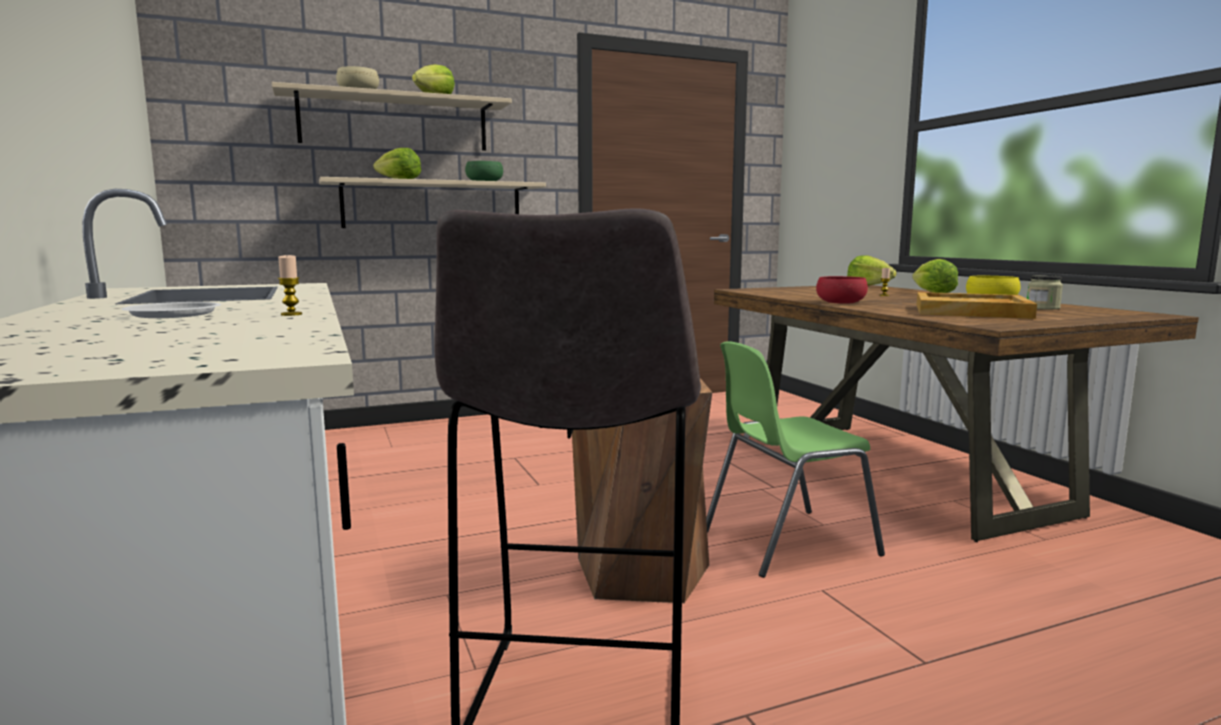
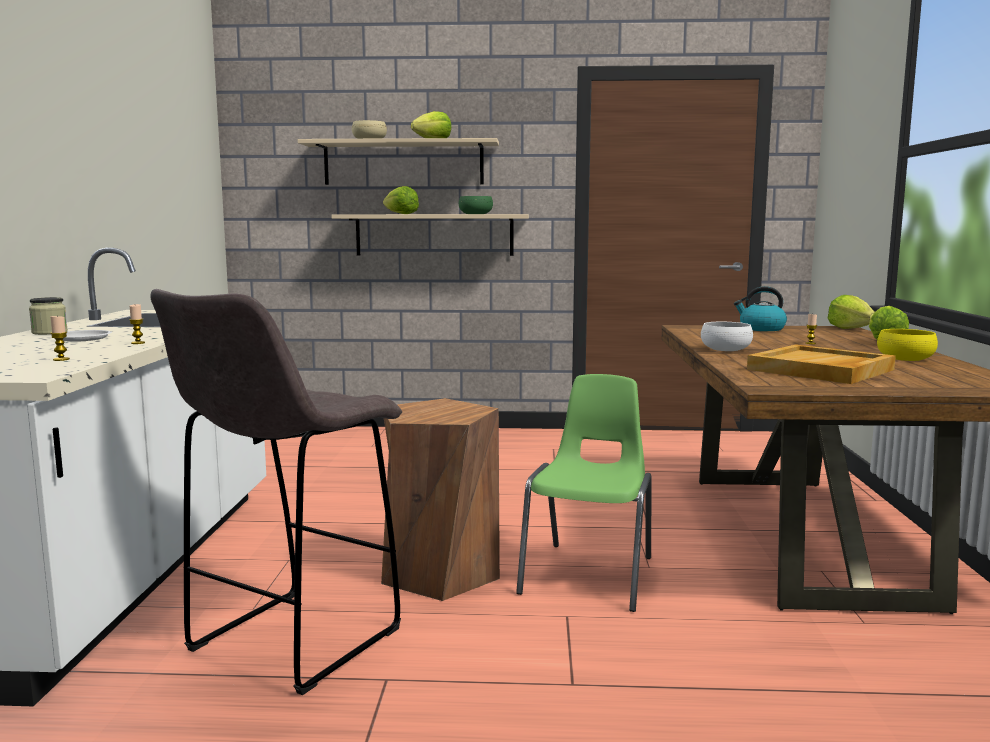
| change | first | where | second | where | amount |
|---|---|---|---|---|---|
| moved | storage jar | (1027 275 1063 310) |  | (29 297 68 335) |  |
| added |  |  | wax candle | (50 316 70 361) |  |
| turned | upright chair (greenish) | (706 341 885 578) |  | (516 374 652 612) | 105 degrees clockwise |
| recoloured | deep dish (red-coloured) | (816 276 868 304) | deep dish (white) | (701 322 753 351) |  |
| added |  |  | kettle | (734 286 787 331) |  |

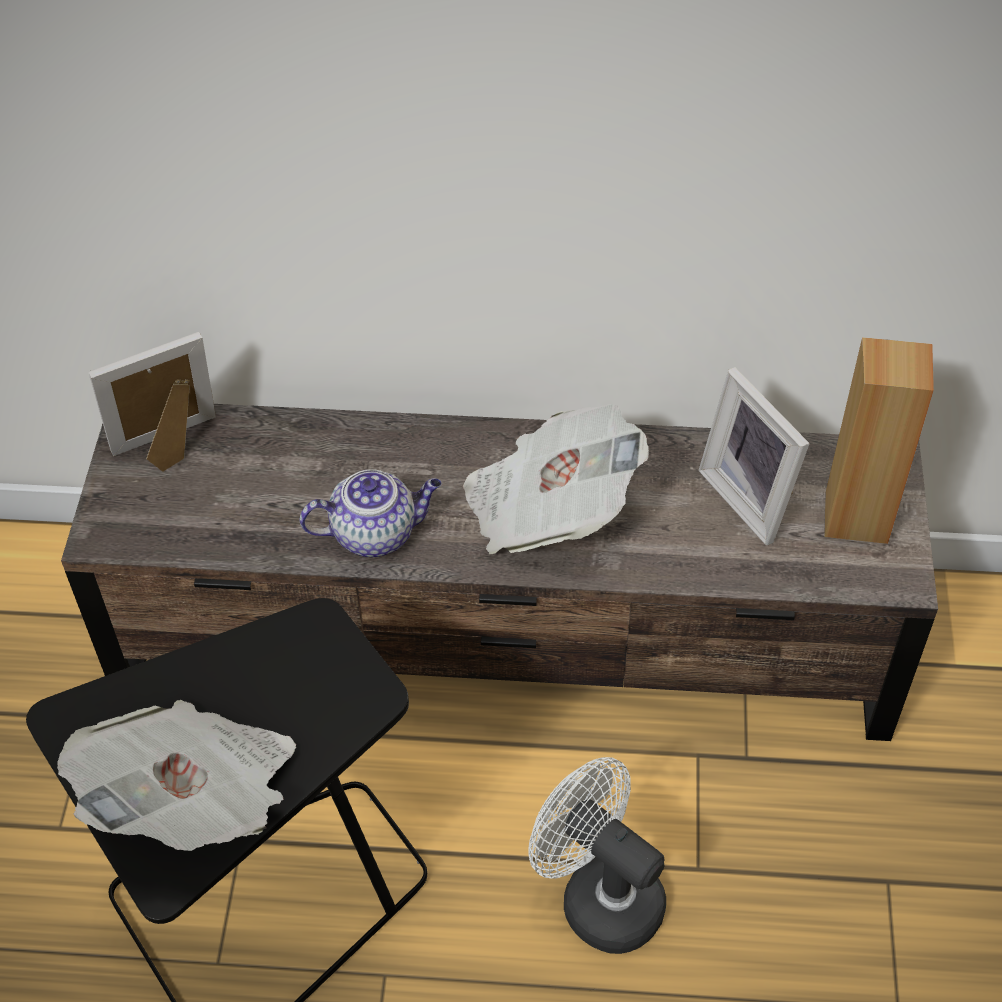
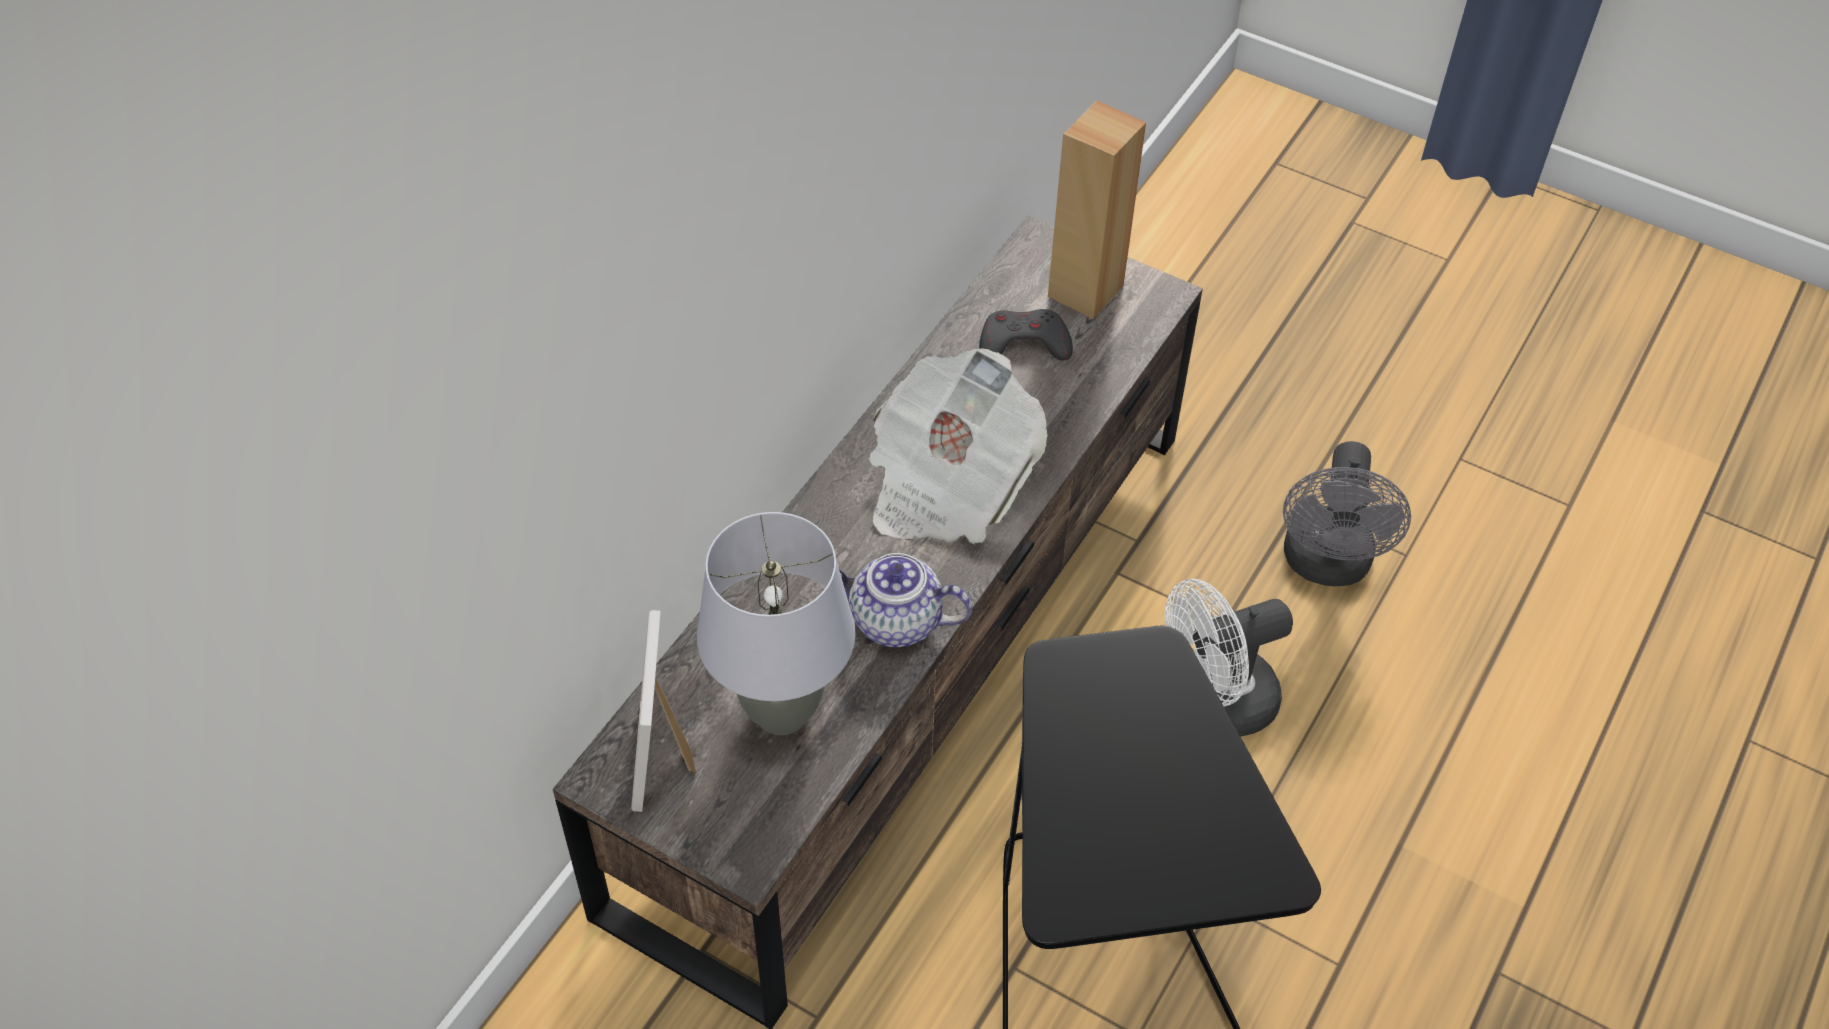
| change | first | where | second | where | amount |
|---|---|---|---|---|---|
| added |  |  | lamp for a table (grey) | (697 512 856 735) |  |
| turned | pot for tea | (300 469 441 557) |  | (839 553 972 647) | 90 degrees counterclockwise |
| replaced | standing frame | (698 367 809 546) | joypad (grey) | (979 309 1073 361) |  |
| added |  |  | electric fan (grey) | (1283 441 1411 586) |  |
| removed | newspaper | (57 700 296 851) |  |  |  |

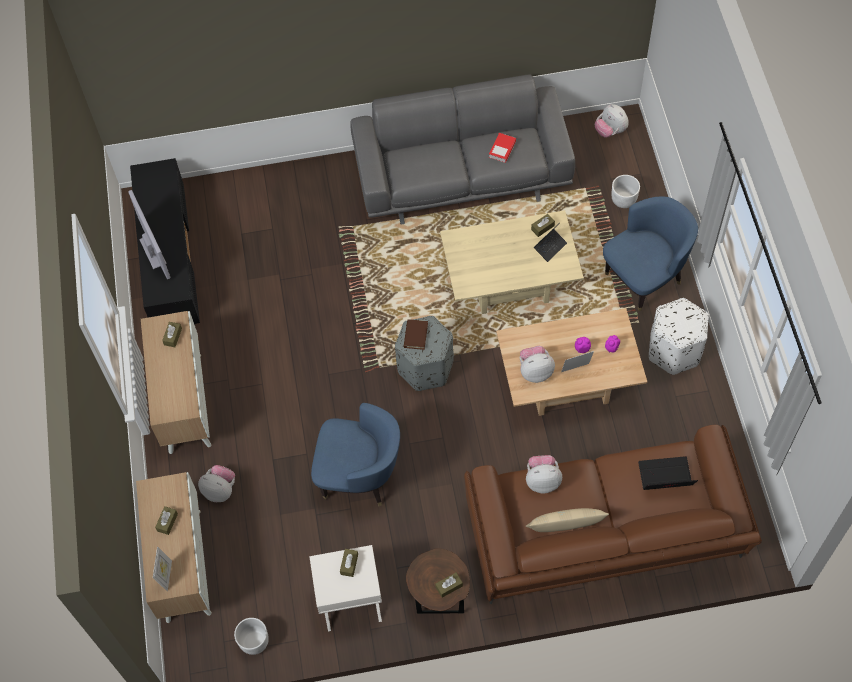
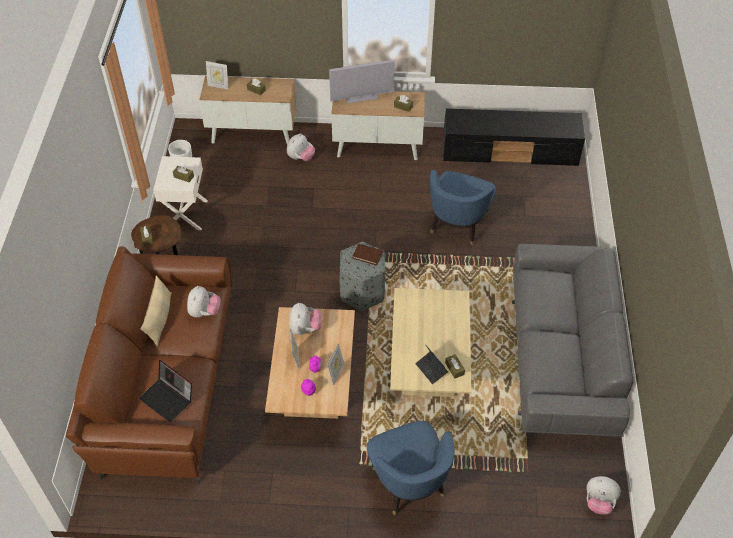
| change | first | where | second | where | amount |
|---|---|---|---|---|---|
| turned | notebook computer | (638 456 698 490) |  | (139 360 192 422) | 120 degrees clockwise |
| added |  |  | standing frame | (327 343 344 386) |  |
| moved | TV | (128 190 171 279) |  | (329 60 395 103) |  |
| moved | easy chair (bluish) | (311 403 400 506) |  | (430 170 496 246) |  |
| turned | cuddly toy | (595 104 629 138) |  | (586 476 621 515) | 135 degrees counterclockwise |
| removed | book | (489 133 516 163) |  |  |  |
| removed | planter (white) | (612 175 640 208) |  |  |  |
| removed | pouffe (white) | (649 298 709 375) |  |  |  |

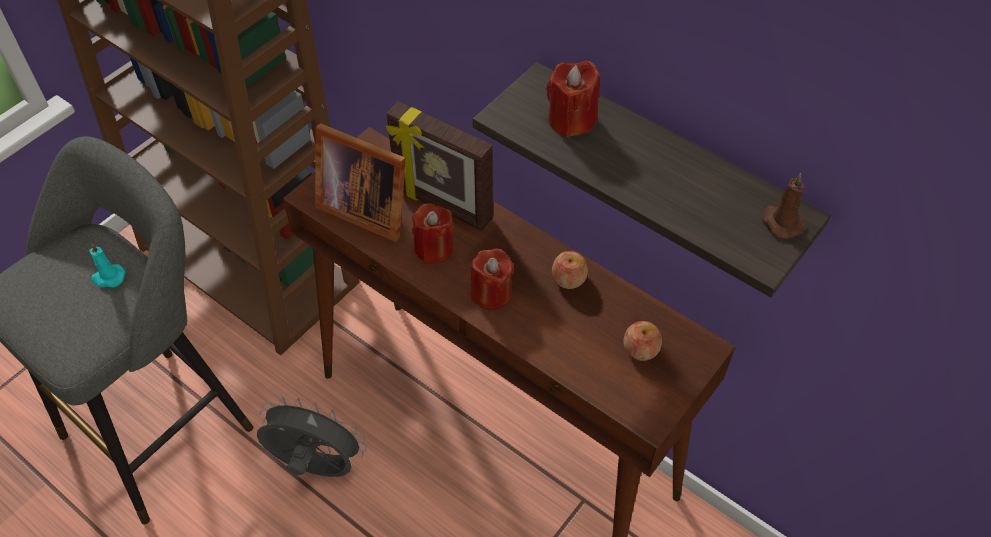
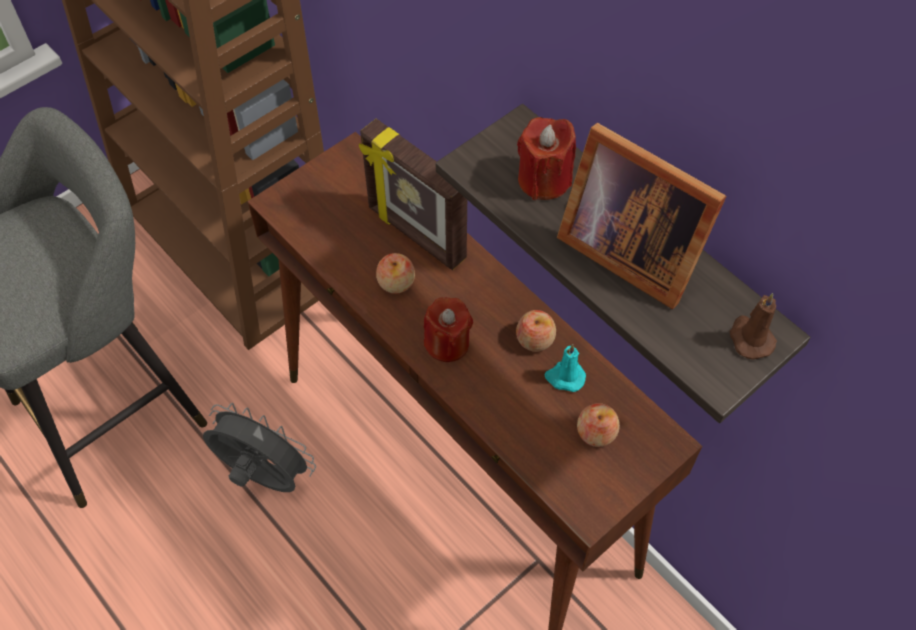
| change | first | where | second | where | amount |
|---|---|---|---|---|---|
| replaced | wax candle (red-coloured) | (412 203 453 264) | whole apple | (376 253 415 294) |  |
| moved | wax candle (turquoise) | (89 243 125 288) |  | (544 344 586 392) |  |
| moved | standing frame | (315 123 406 242) |  | (557 123 726 309) |  |

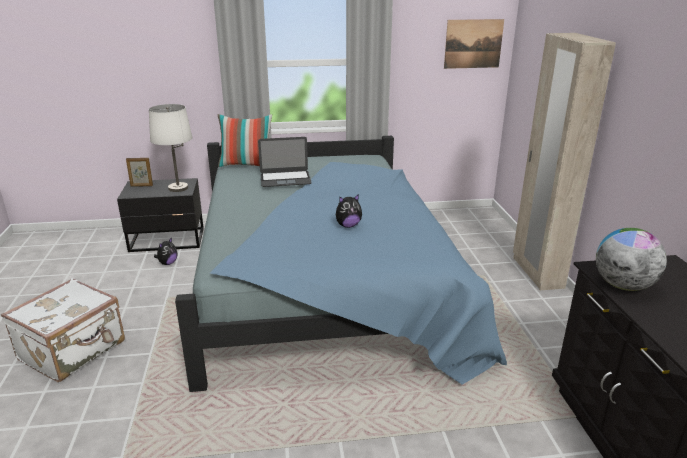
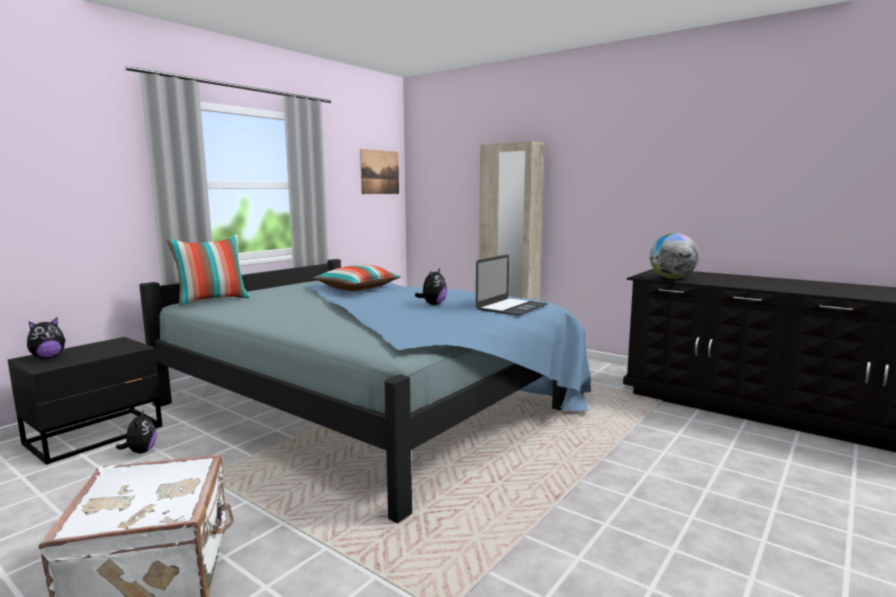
| change | first | where | second | where | amount |
|---|---|---|---|---|---|
| replaced | standing frame | (126 158 153 187) | cuddly toy | (27 318 66 358) |  |
| added |  |  | throw pillow | (313 265 401 291) |  |
| moved | notebook computer | (258 137 312 187) |  | (476 254 548 315) |  |
| removed | lamp for a table (white) | (149 104 193 192) |  |  |  |

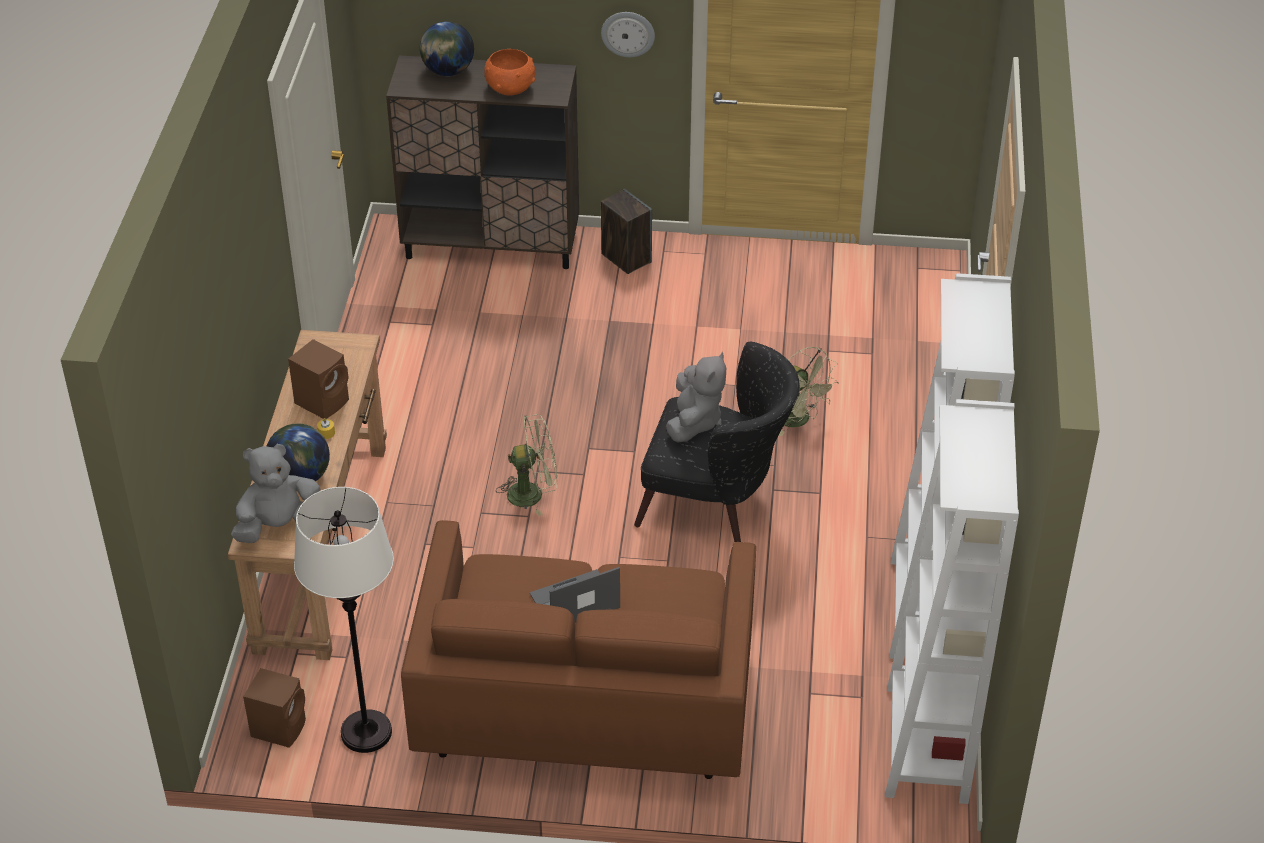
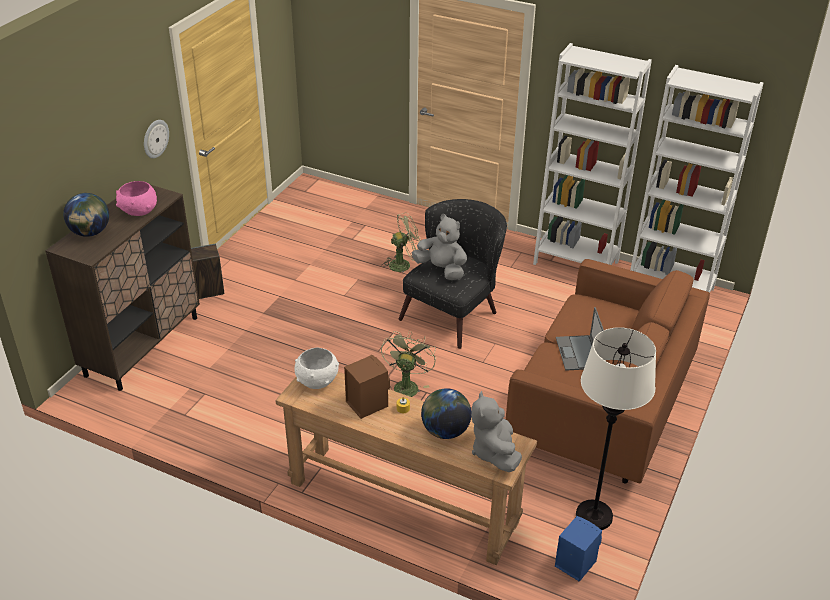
| change | first | where | second | where | amount |
|---|---|---|---|---|---|
| recoloured | deep dish (orange-coloured) | (484 49 535 95) | deep dish (pink-coloured) | (116 181 157 216) |  |
| added |  |  | deep dish (white) | (294 348 339 389) |  |
| recoloured | audio speaker (brown) | (243 668 306 748) | audio speaker (bluish) | (555 516 602 582) |  |

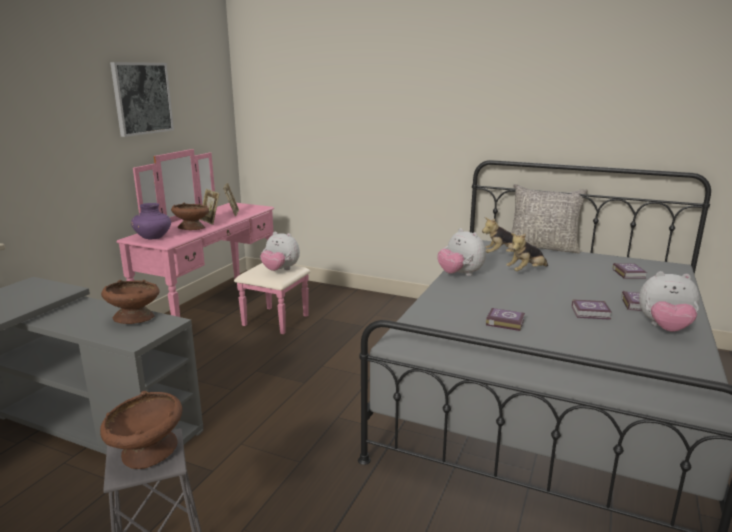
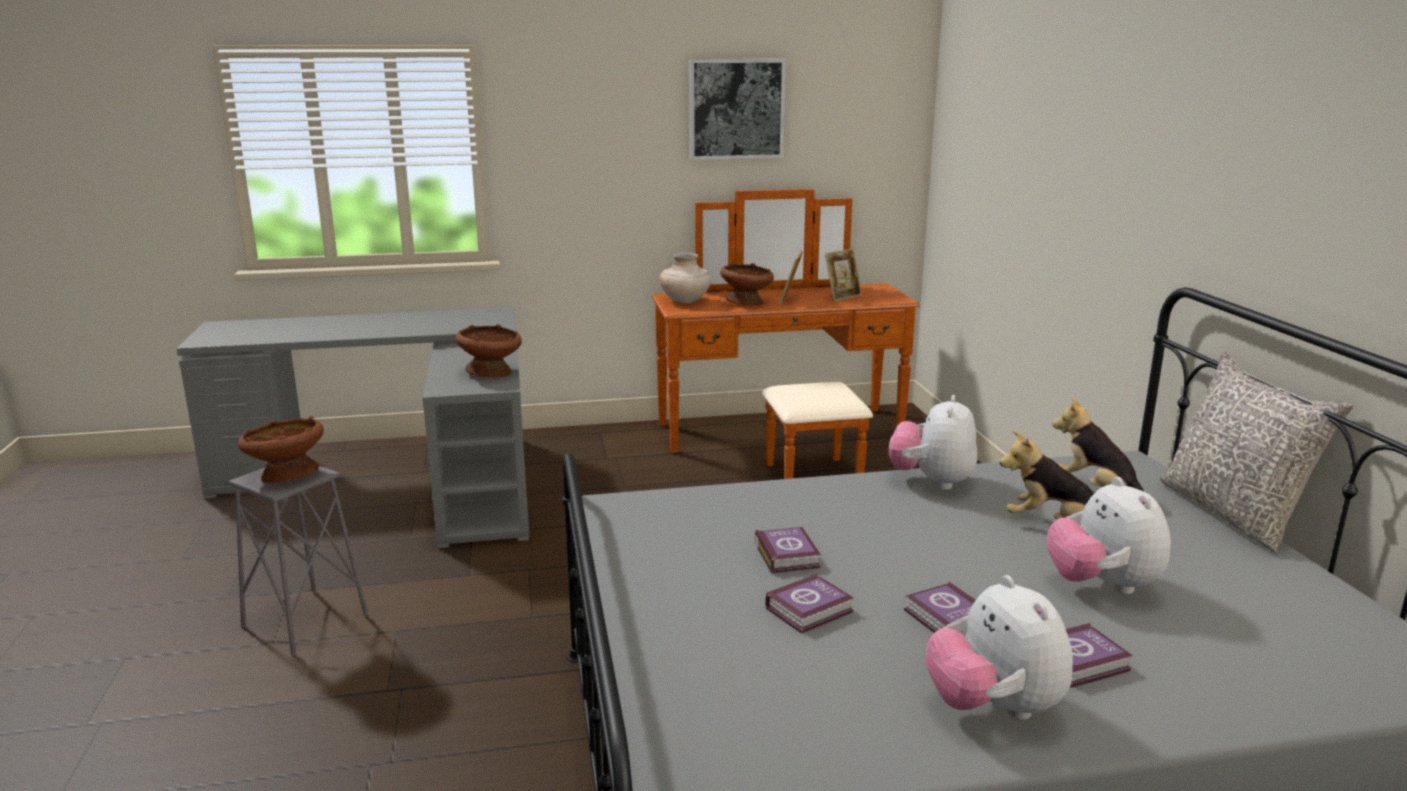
| change | first | where | second | where | amount |
|---|---|---|---|---|---|
| recoloured | dresser (pink-coloured) | (116 149 310 334) | dresser (brown) | (652 189 920 479) |  |
| recoloured | decorative vase (purple-coloured) | (131 203 171 239) | decorative vase (beige) | (659 252 711 303) |  |
| moved | book | (613 263 647 279) |  | (765 574 854 634) |  |
| moved | cuddly toy | (260 232 300 271) |  | (1047 477 1171 594) |  |

